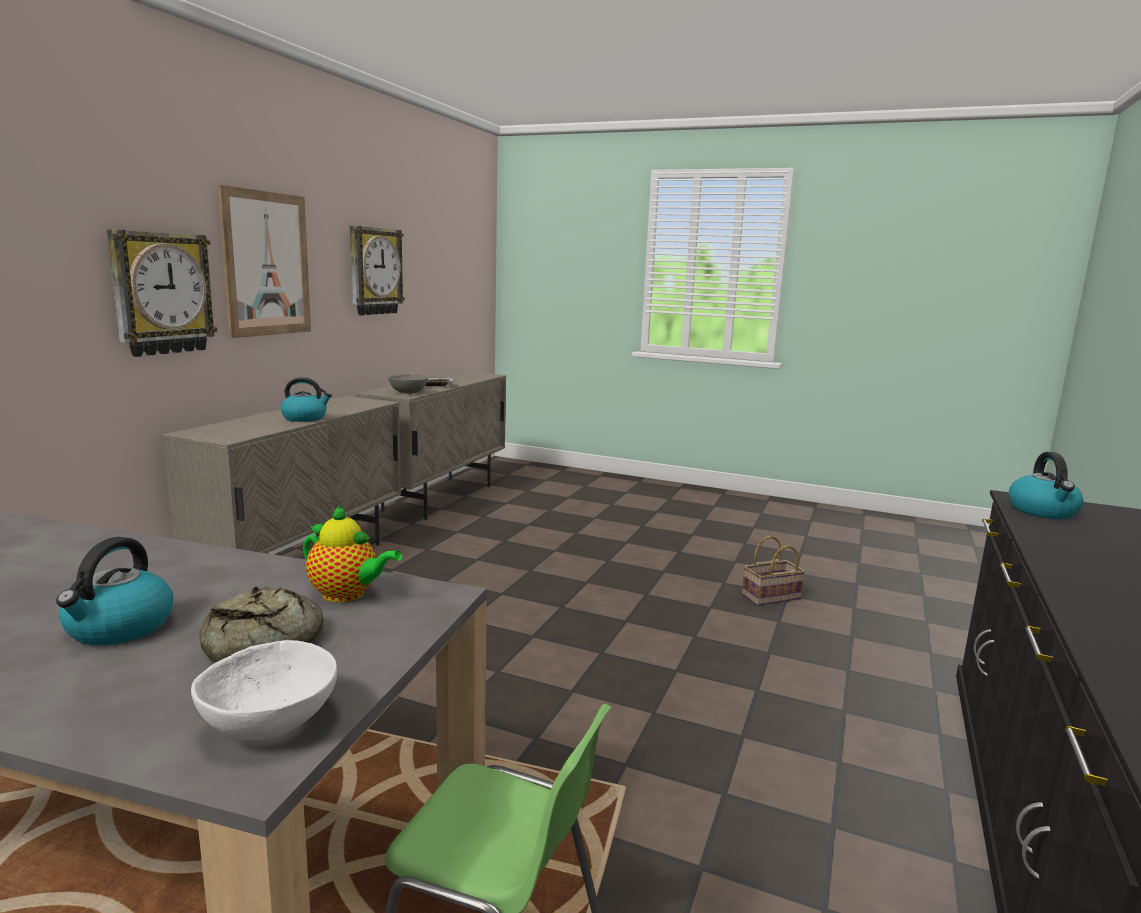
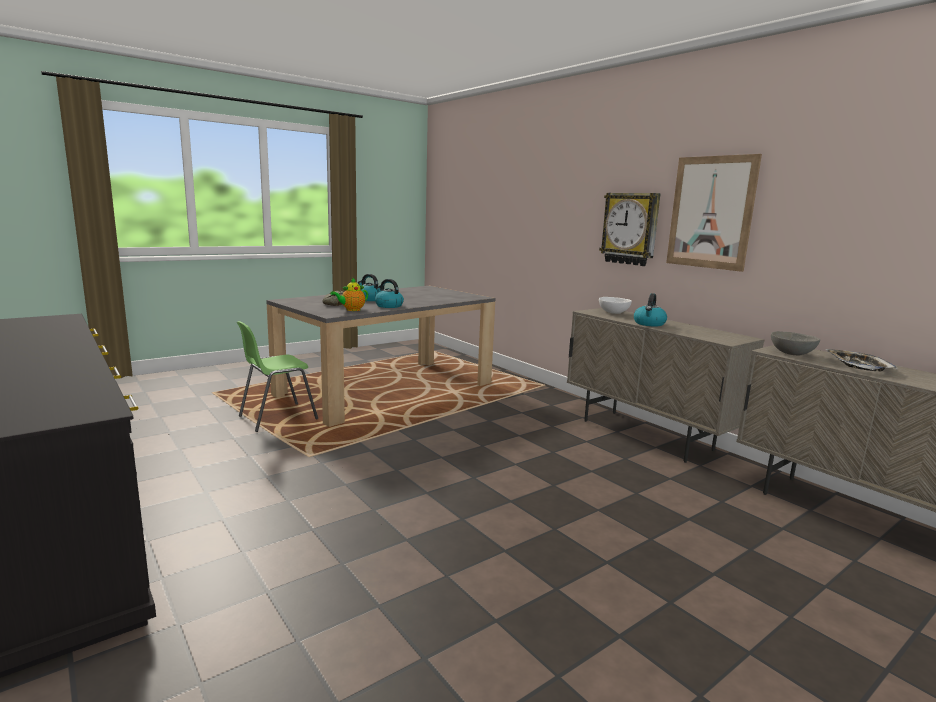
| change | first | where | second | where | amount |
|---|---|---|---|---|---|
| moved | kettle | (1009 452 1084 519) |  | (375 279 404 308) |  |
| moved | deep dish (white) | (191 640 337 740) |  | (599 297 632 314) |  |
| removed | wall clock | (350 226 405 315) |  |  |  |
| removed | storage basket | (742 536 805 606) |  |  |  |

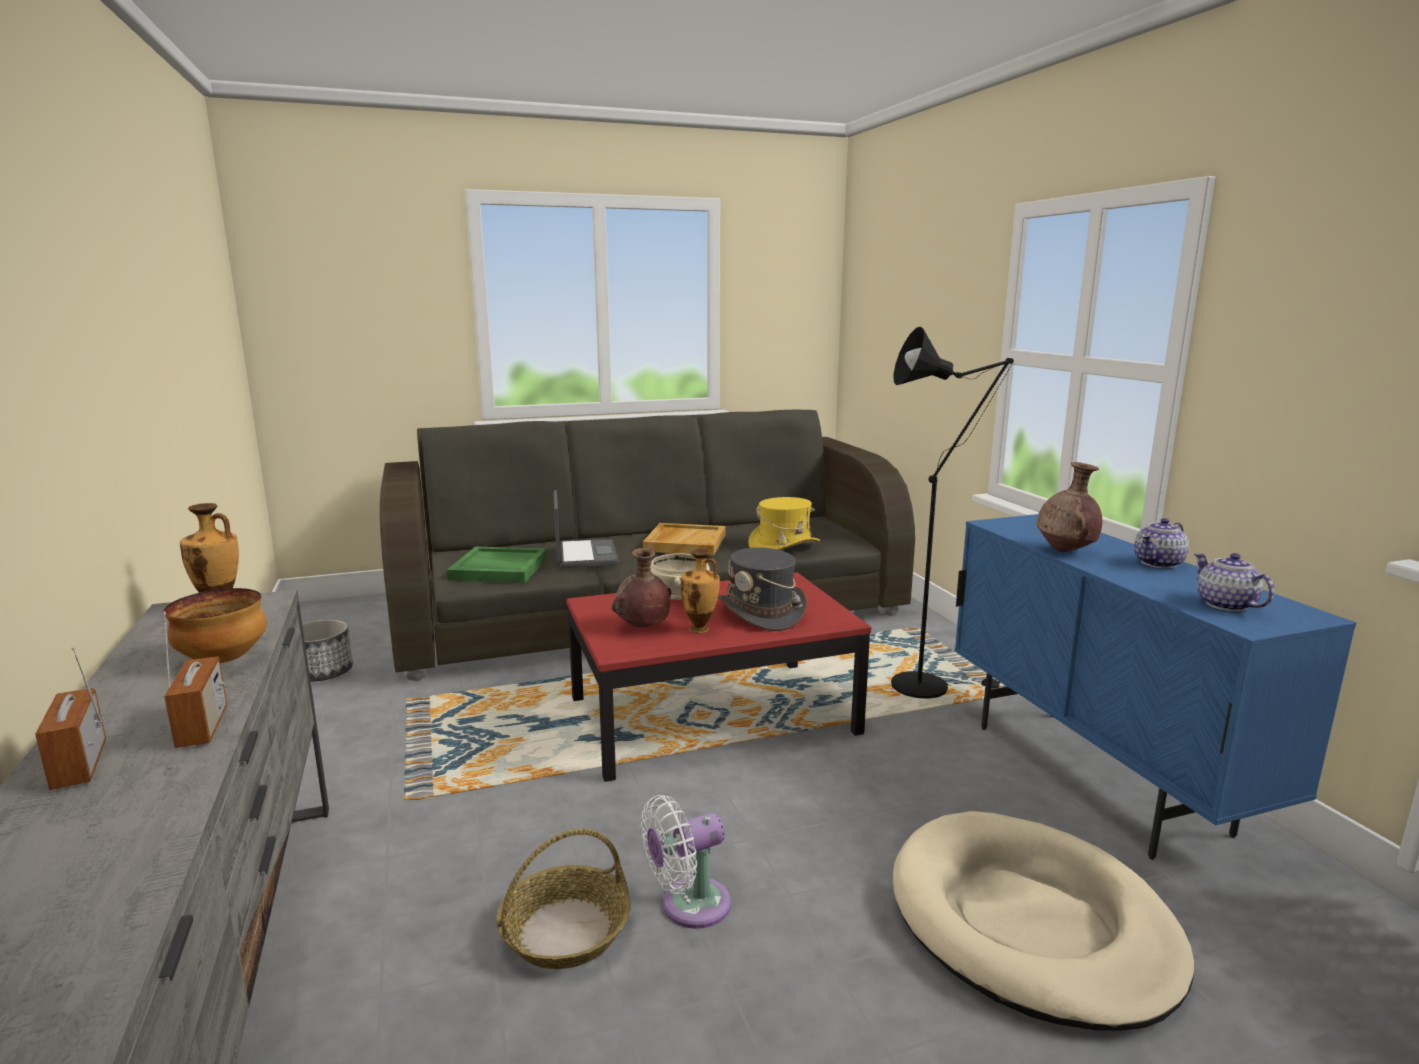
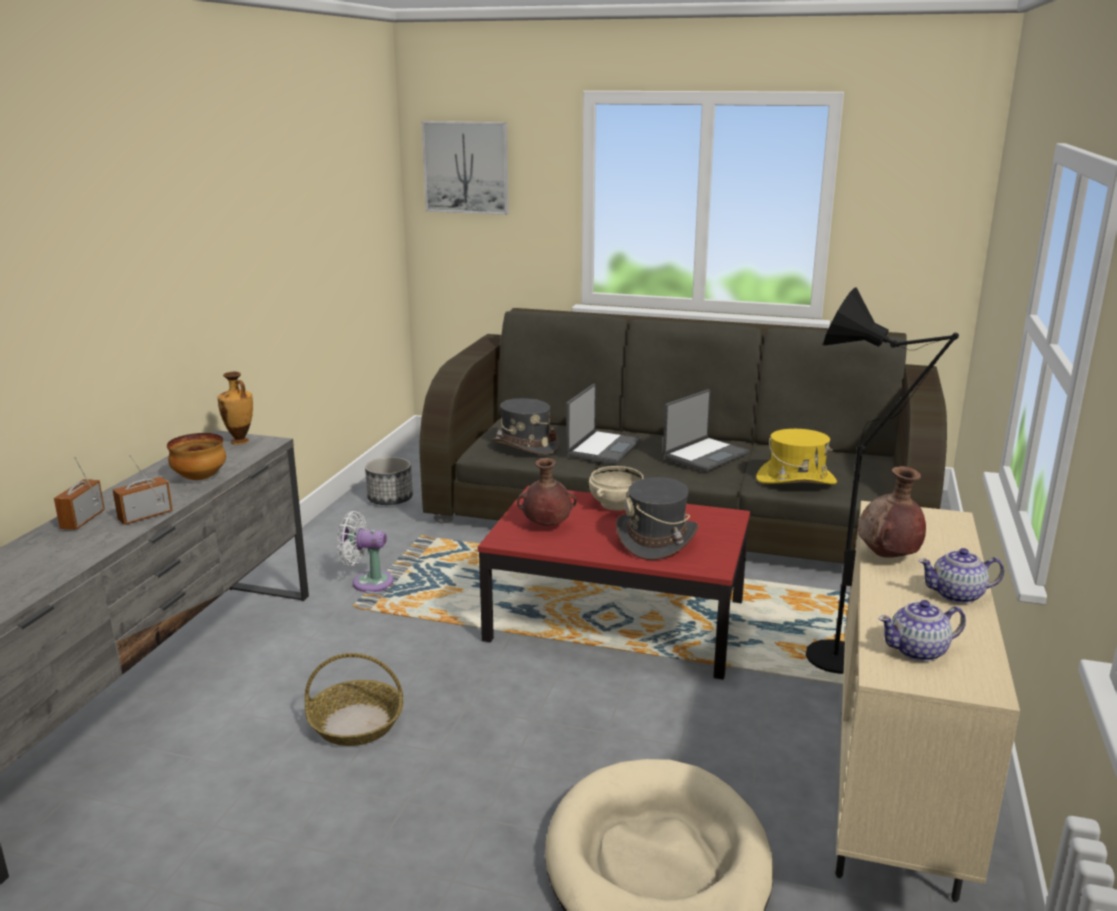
| change | first | where | second | where | amount |
|---|---|---|---|---|---|
| turned | radio set | (163 612 227 748) |  | (113 455 173 525) | 150 degrees counterclockwise |
| moved | electric fan (white) | (641 795 731 929) |  | (337 511 394 592) |  |
| added |  |  | picture | (422 121 509 215) |  |
| replaced | serving tray (greenish) | (447 547 547 583) | wearable hat (grey) | (492 398 560 455) |  |
| replaced | serving tray (beige) | (643 523 726 555) | notebook computer | (663 389 749 472) |  |
| recoloured | storage cabinet (bluish) | (955 514 1356 860) | storage cabinet (beige) | (835 501 1020 902) |  |
| turned | pot for tea | (1194 553 1275 611) |  | (878 600 966 662) | 120 degrees counterclockwise |
| removed | decorative vase | (681 549 720 633) |  |  |  |

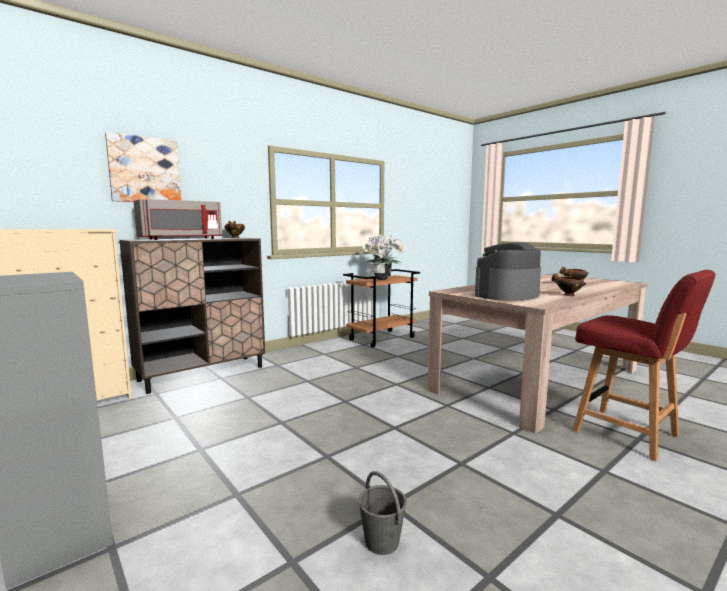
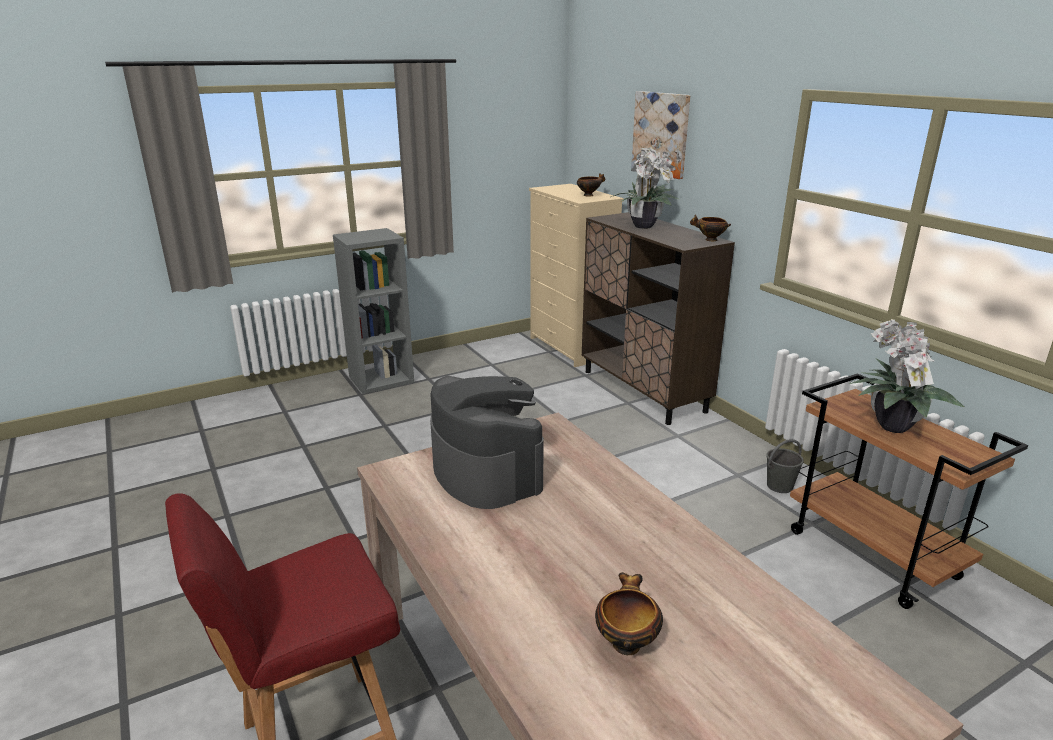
| change | first | where | second | where | amount |
|---|---|---|---|---|---|
| moved | deep dish | (551 273 586 296) |  | (577 173 605 196) |  |
| replaced | microwave (grey) | (134 199 222 240) | potted plant | (611 147 678 229) |  |
| moved | bucket (grey) | (358 471 407 555) |  | (766 439 804 493) |  |

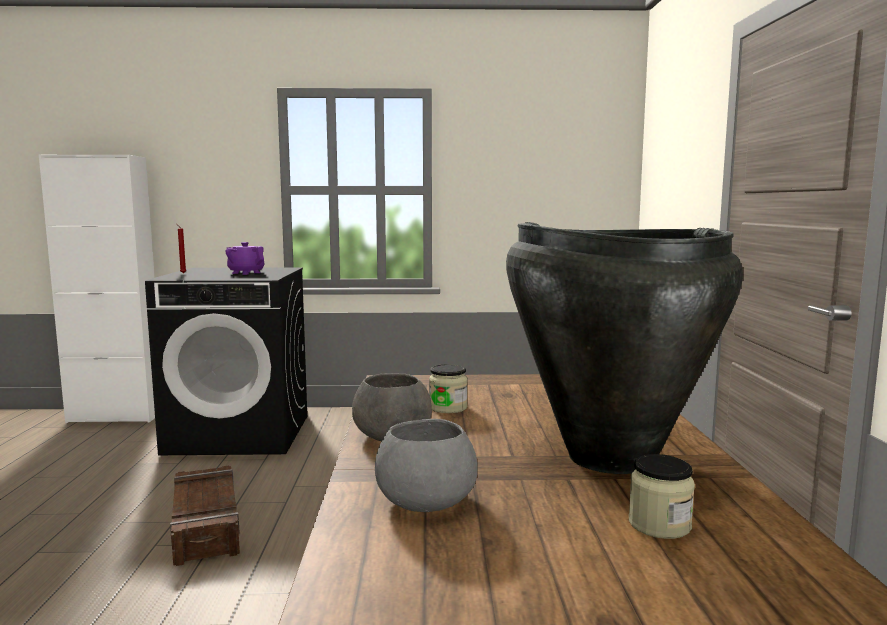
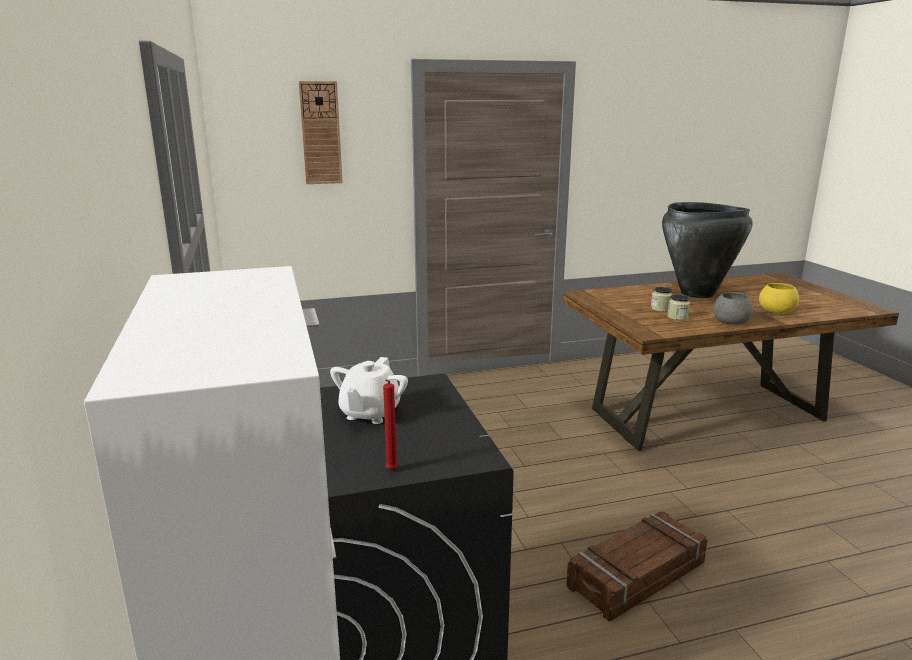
| change | first | where | second | where | amount |
|---|---|---|---|---|---|
| added |  |  | wall clock | (299 81 343 184) |  |
| recoloured | pot for tea (purple-coloured) | (225 242 264 275) | pot for tea (white) | (330 357 408 424) |  |
| moved | storage jar | (629 454 695 539) |  | (651 287 672 312) |  |
| recoloured | deep dish (grey) | (375 419 478 512) | deep dish (yellow) | (759 283 799 314) |  |

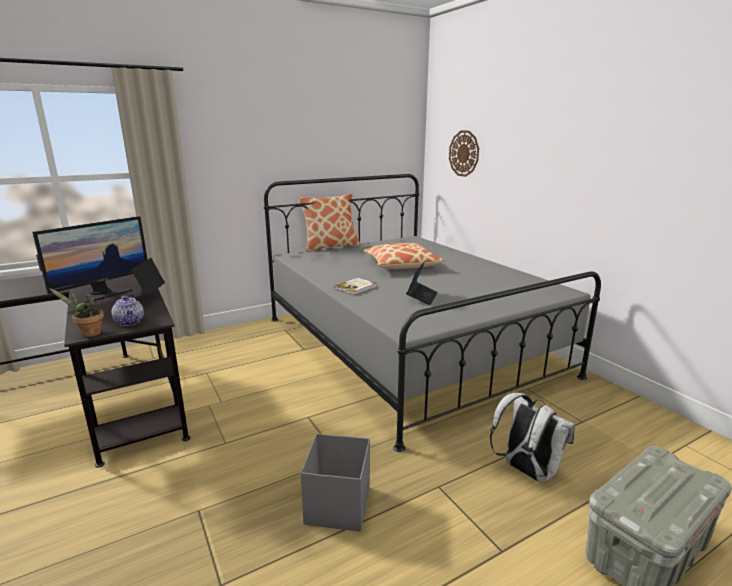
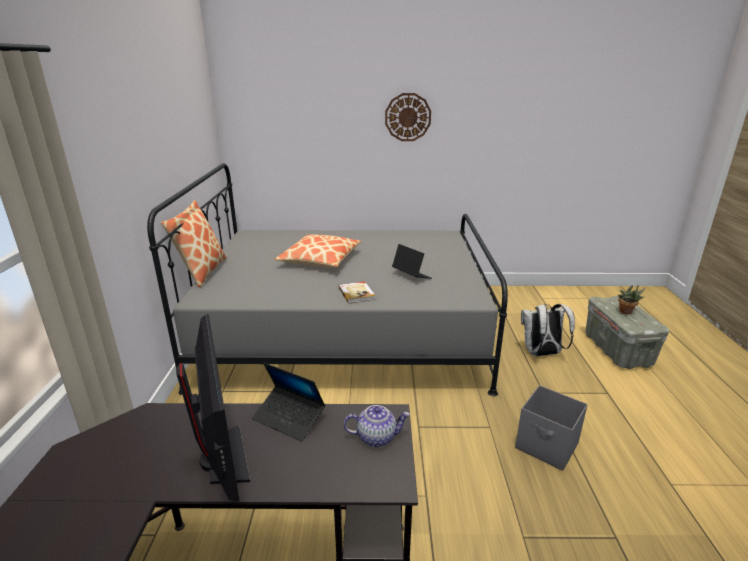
| change | first | where | second | where | amount |
|---|---|---|---|---|---|
| moved | wall clock | (449 131 479 177) |  | (385 93 431 141) |  |
| moved | potted plant | (49 288 104 337) |  | (618 285 645 314) |  |

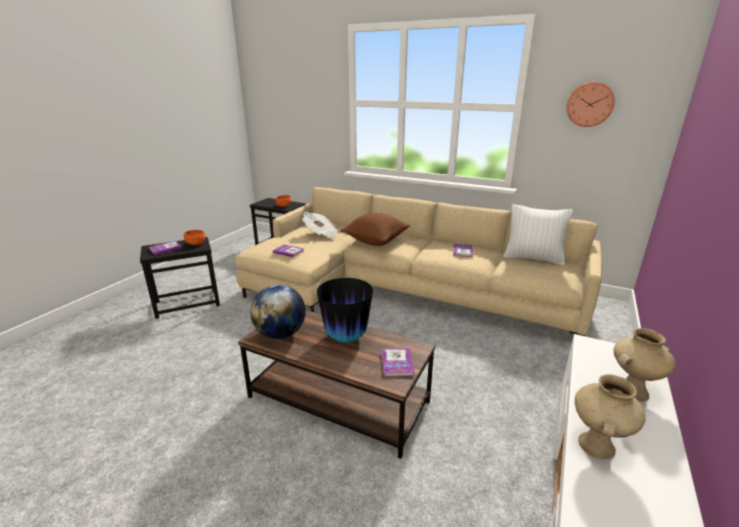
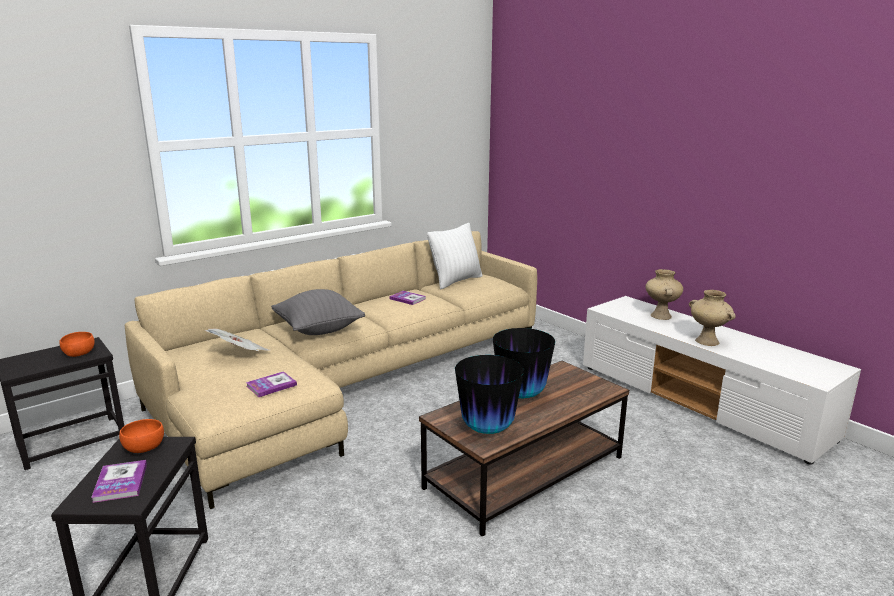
| change | first | where | second | where | amount |
|---|---|---|---|---|---|
| recoloured | throw pillow (brown) | (341 213 410 246) | throw pillow (grey) | (271 289 365 335) |  |
| replaced | world globe | (250 285 306 339) | decorative vase | (455 355 524 434) |  |
| removed | book | (382 348 414 377) |  |  |  |
| removed | wall clock | (567 82 615 127) |  |  |  |

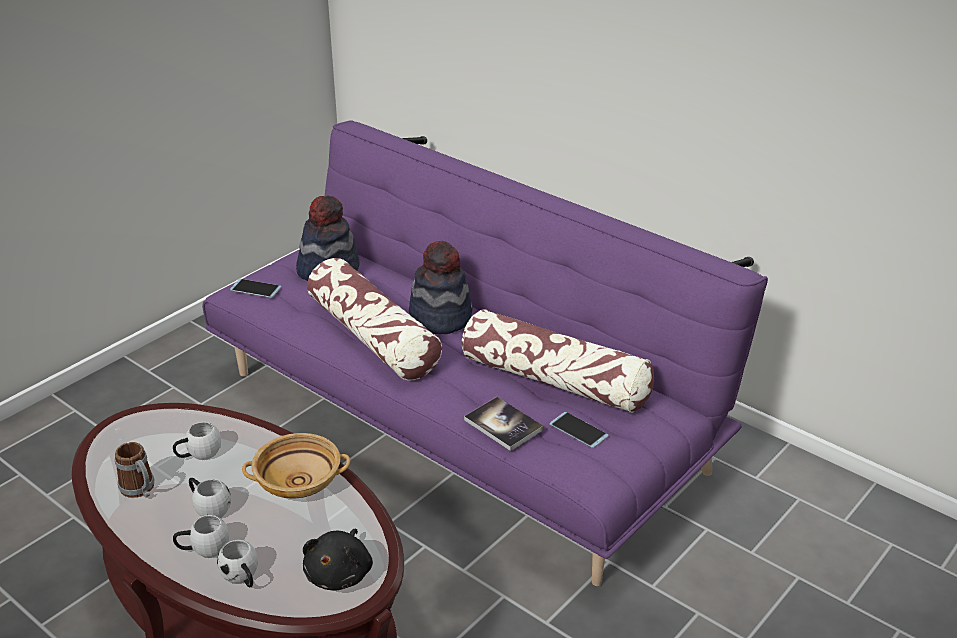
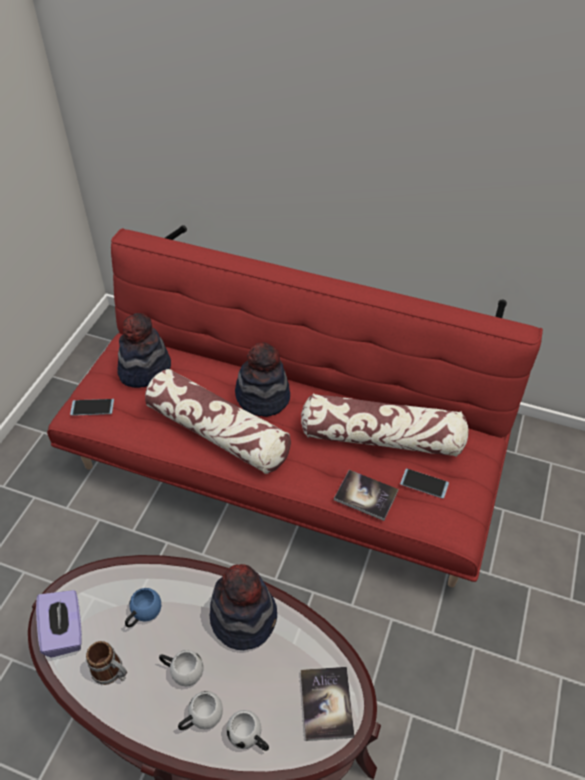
| change | first | where | second | where | amount |
|---|---|---|---|---|---|
| added |  |  | box of tissues (purple-coloured) | (36 590 82 658) |  |
| recoloured | sofa (purple-coloured) | (202 120 768 586) | sofa (red-coloured) | (47 225 543 587) |  |
| recoloured | mug (white) | (173 422 221 460) | mug (bluish) | (125 588 161 628) |  |
| replaced | deep dish (beige) | (242 433 351 499) | wearable hat | (210 564 277 650) |  |
| replaced | cuddly toy (black) | (303 529 373 591) | book | (301 667 355 741) |  |

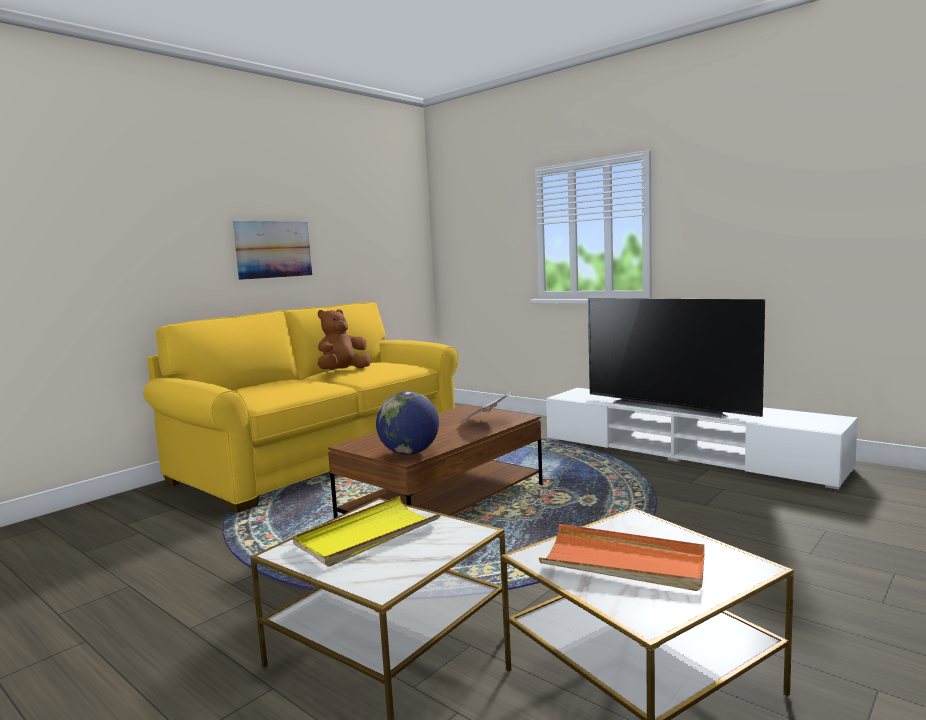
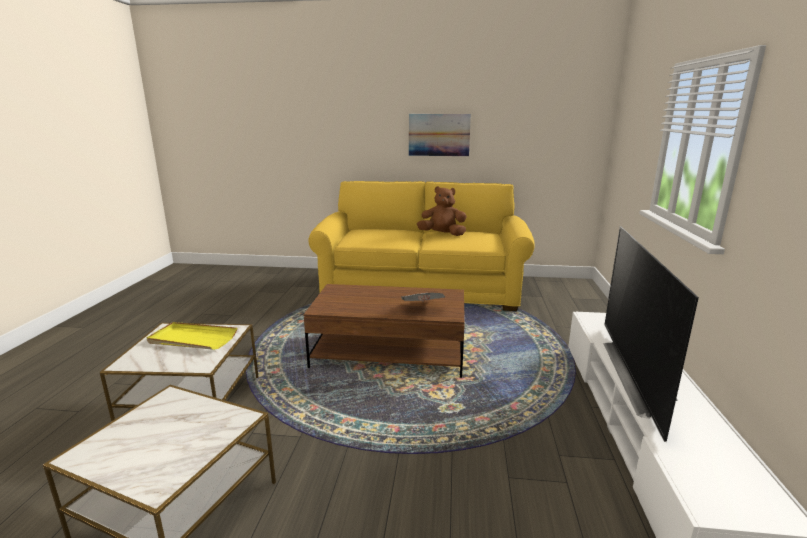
| change | first | where | second | where | amount |
|---|---|---|---|---|---|
| removed | world globe | (376 391 439 455) |  |  |  |
| removed | serving tray (orange-coloured) | (539 524 705 591) |  |  |  |

